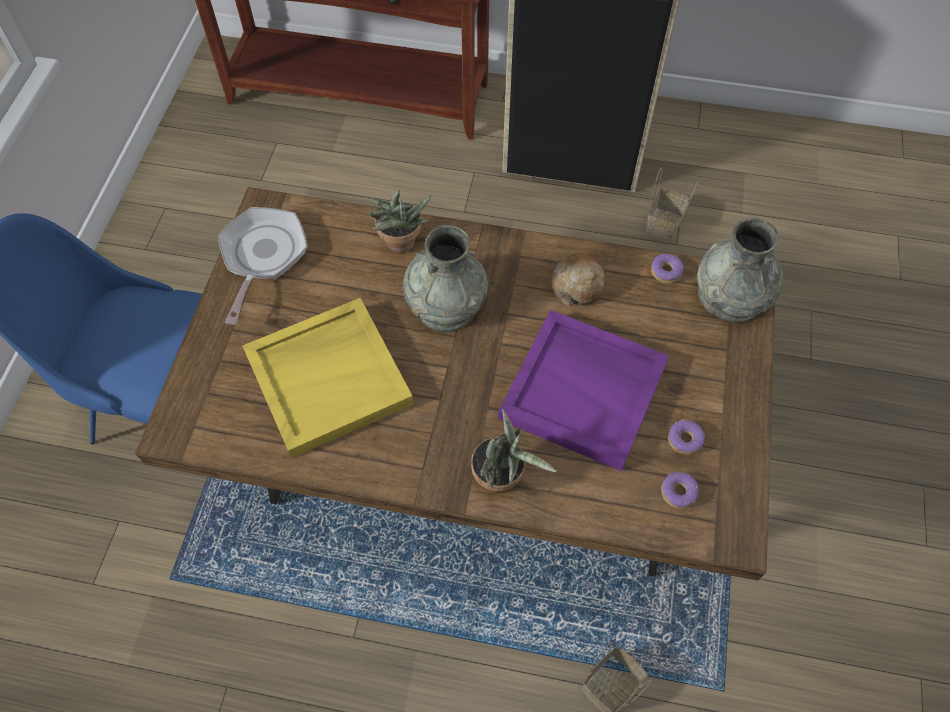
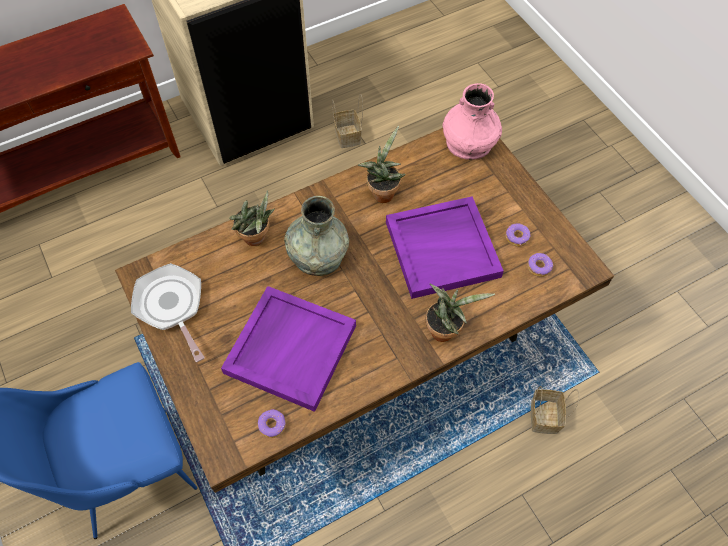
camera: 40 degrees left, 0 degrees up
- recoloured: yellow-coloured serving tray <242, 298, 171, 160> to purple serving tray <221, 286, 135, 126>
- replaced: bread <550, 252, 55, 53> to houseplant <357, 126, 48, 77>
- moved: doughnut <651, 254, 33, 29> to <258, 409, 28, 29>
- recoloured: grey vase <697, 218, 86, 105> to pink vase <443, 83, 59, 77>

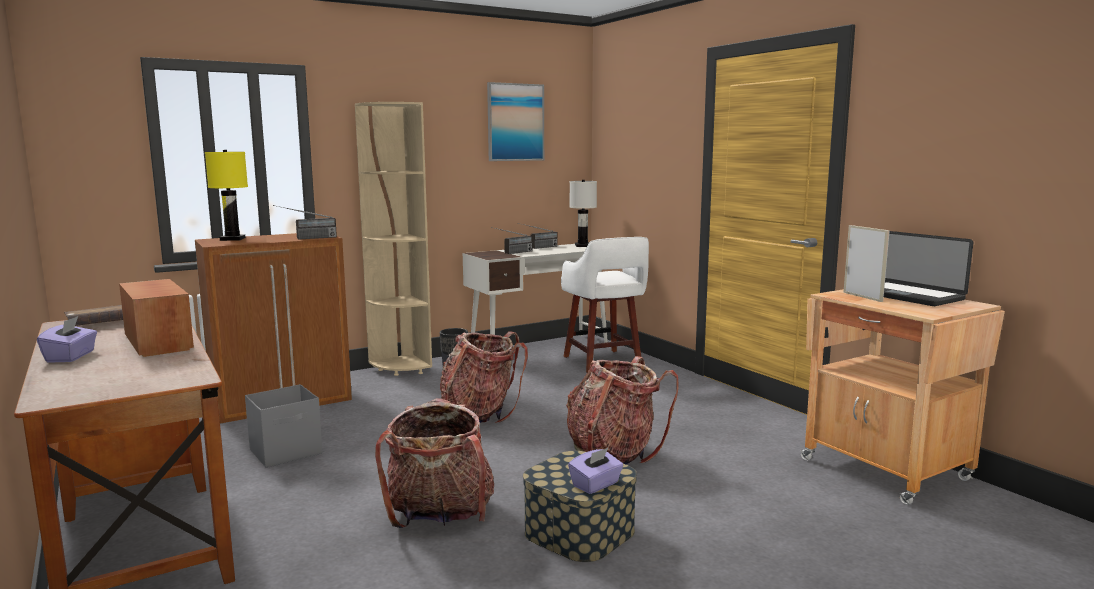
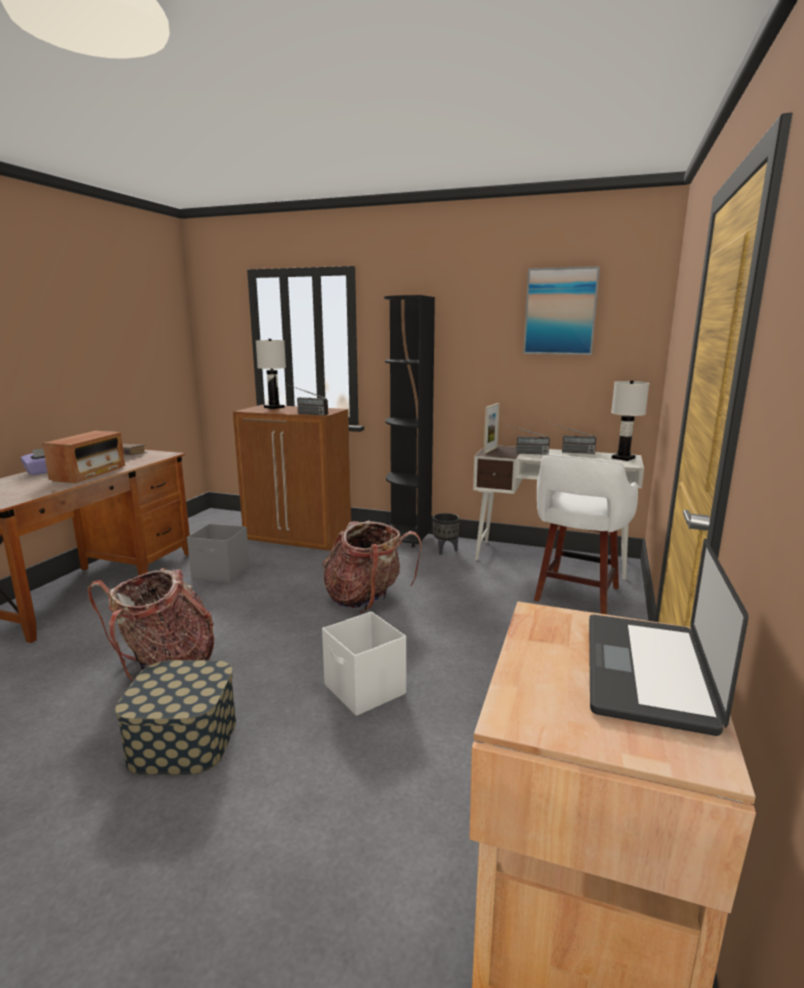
camera: 50 degrees right, 5 degrees up
- recoloured: yellow-coloured tabletop lamp <205, 150, 43, 91> to white tabletop lamp <256, 339, 30, 70>
- recoloured: beige bookcase <355, 102, 77, 274> to black-coloured bookcase <384, 295, 51, 252>
- replaced: rucksack <566, 356, 113, 108> to white storage bin <322, 612, 84, 104>
- removed: purple tissue box <568, 448, 56, 46>
- moved: standing frame <843, 225, 47, 77> to <484, 403, 16, 51>

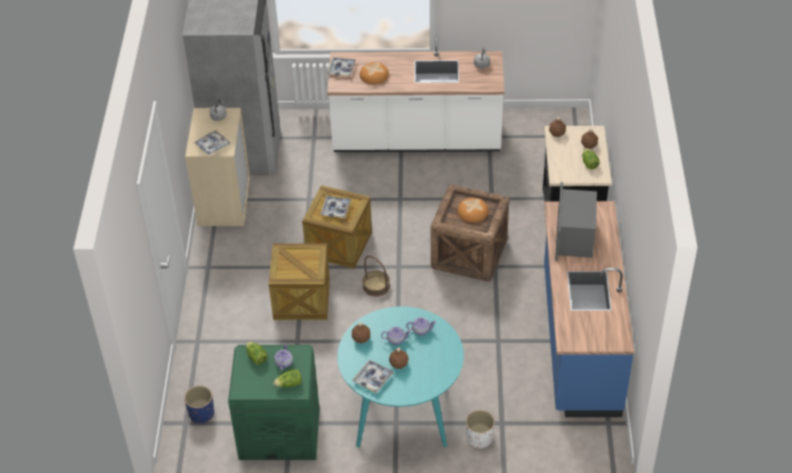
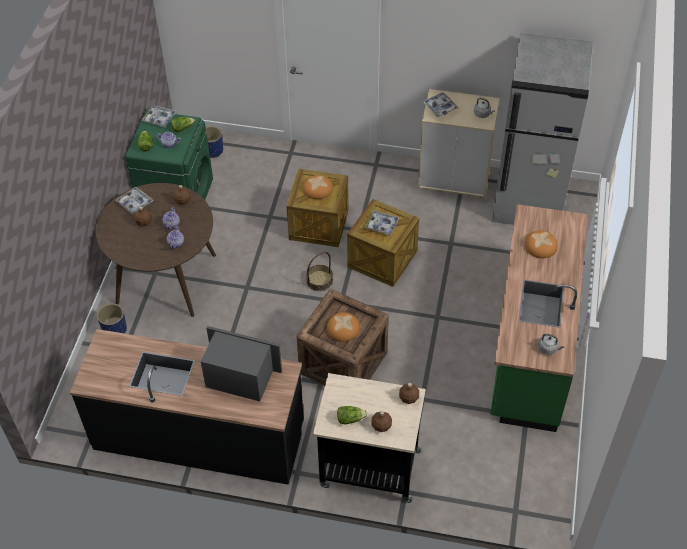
camera: 100 degrees right, 5 degrees up
- recoloured: white counter <327, 36, 177, 116> to green-coloured counter <490, 204, 98, 228>
- moved: serving tray <327, 57, 29, 19> to <141, 105, 36, 22>
- recoloured: turquoise-coloured dinner table <337, 306, 127, 141> to brown-coloured dinner table <96, 183, 120, 134>
- recoloured: white planter <466, 410, 29, 38> to blue planter <97, 304, 30, 30>
- recoloured: blue counter <544, 201, 90, 216> to black-coloured counter <70, 329, 234, 156>
- added: bread <303, 175, 30, 24>

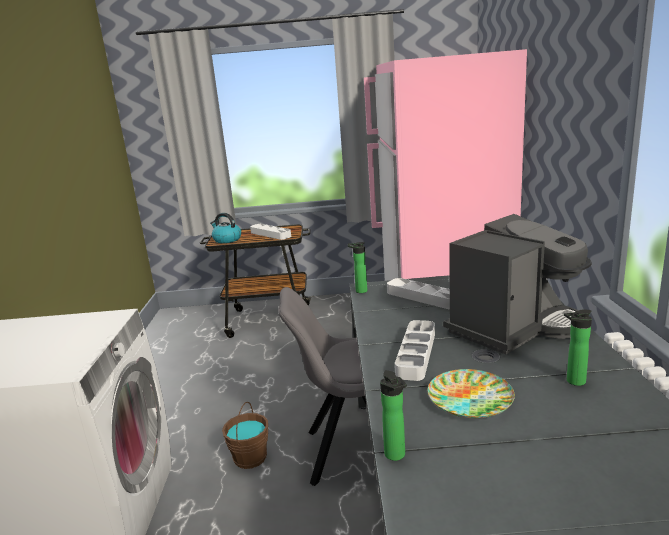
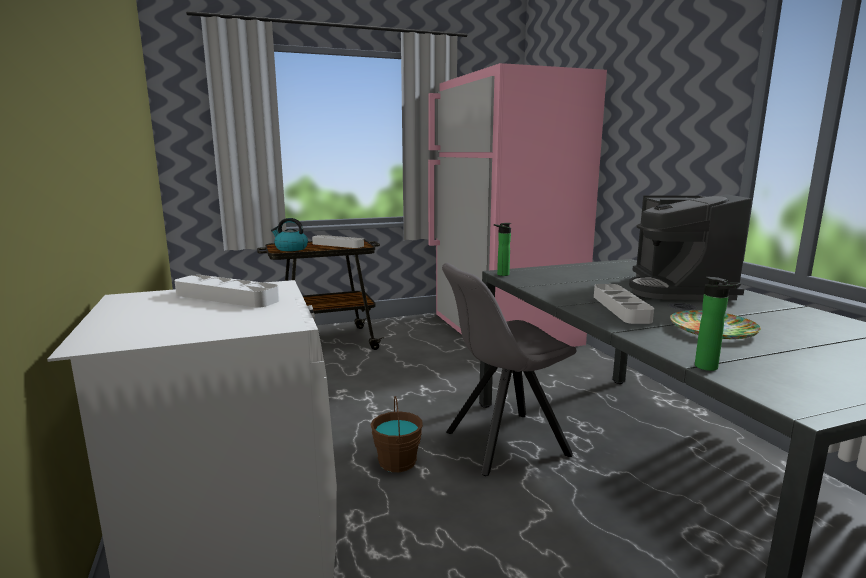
camera: 20 degrees left, 5 degrees down
- moved: grey serving tray <387, 278, 63, 31> to <174, 275, 105, 33>
- turned: coffee brewer <443, 214, 149, 141> = <629, 194, 123, 106> 150 degrees clockwise
- removed: drink bottle <564, 309, 28, 77>

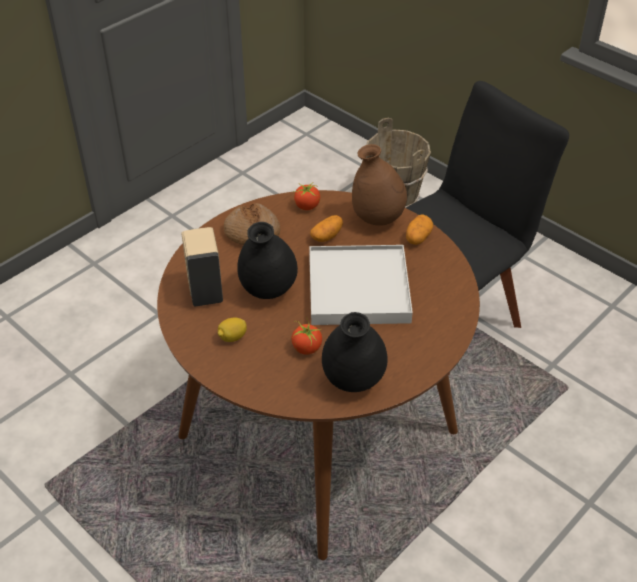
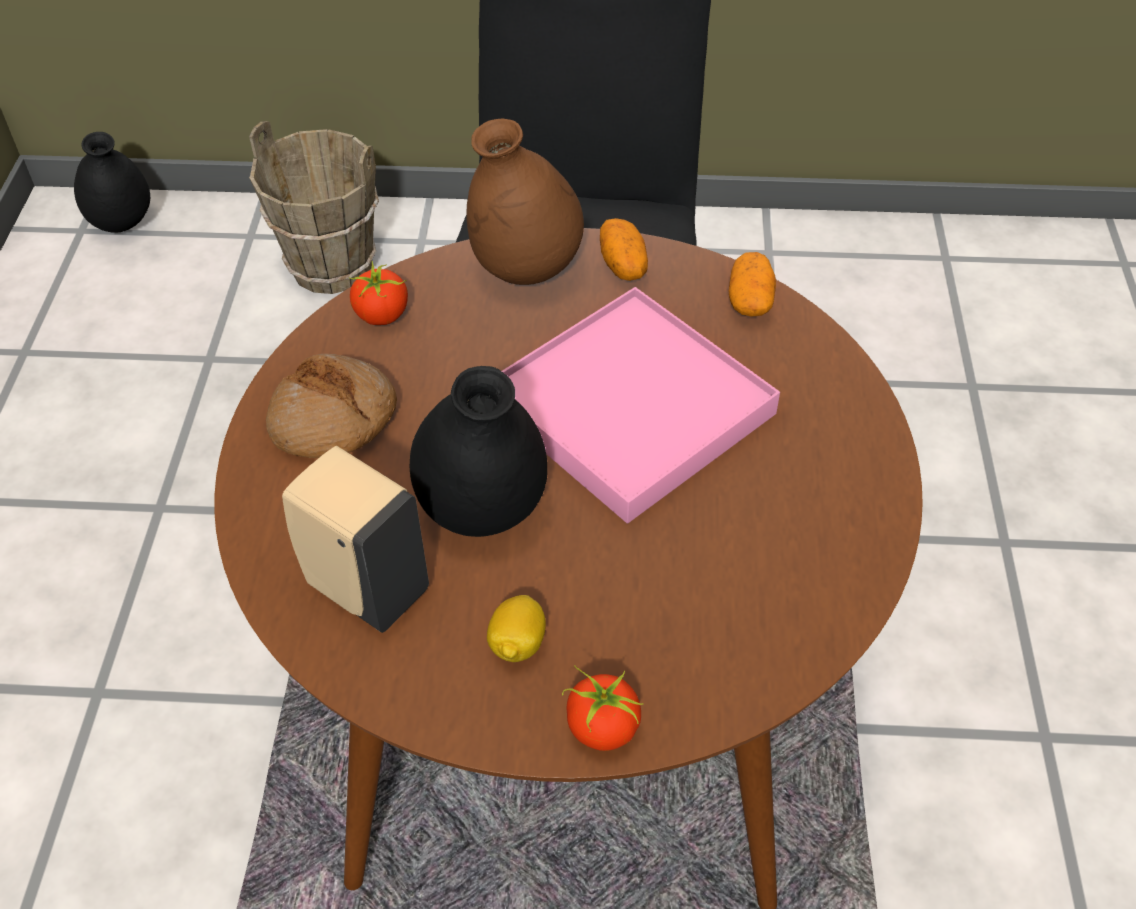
camera: 40 degrees left, 5 degrees up
- moved: fresh tomato <292, 316, 30, 39> to <562, 665, 81, 86>
- recoloured: white serving tray <309, 245, 104, 80> to pink serving tray <502, 287, 278, 237>
- moved: spud <310, 215, 33, 27> to <729, 252, 47, 65>
- moved: black-coloured vase <322, 312, 66, 80> to <74, 132, 76, 101>

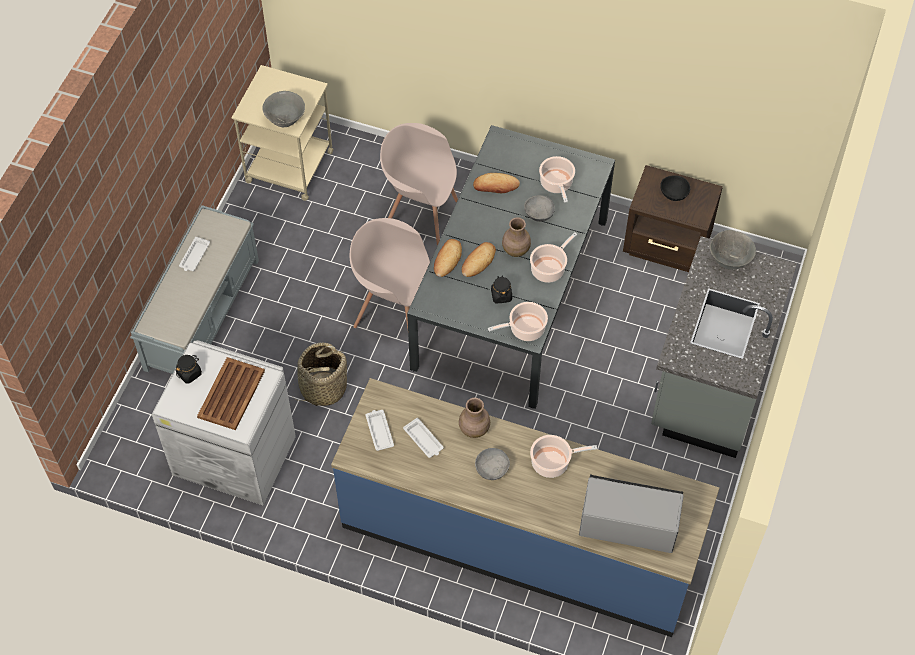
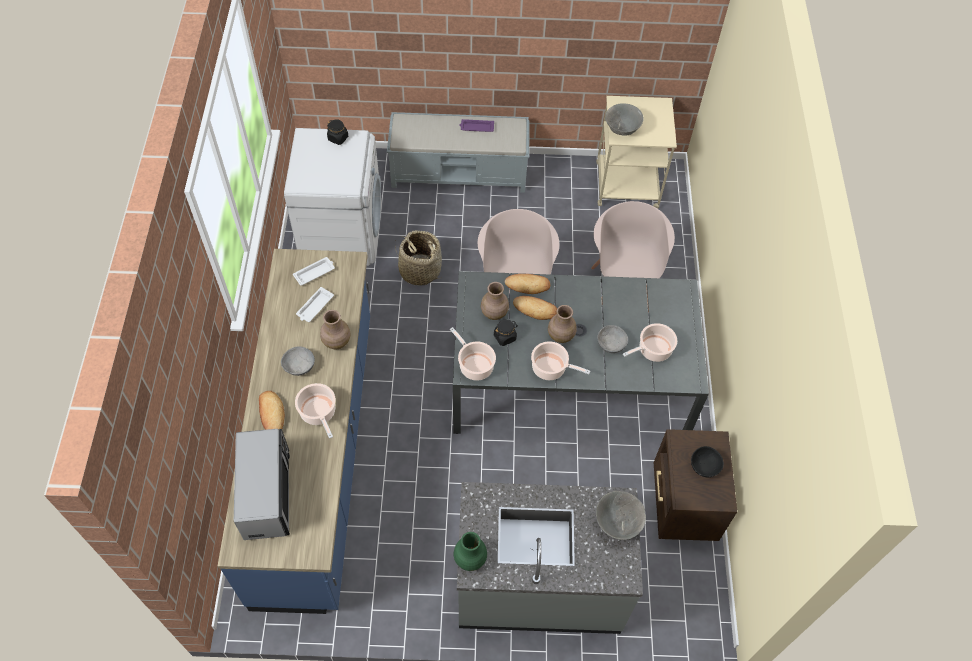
camera: 70 degrees right, 0 degrees up
- recoloured: white serving tray <179, 237, 31, 34> to purple serving tray <459, 119, 35, 13>
- removed: brown-coloured serving tray <197, 357, 68, 73>
- moved: bread <473, 173, 47, 20> to <259, 391, 26, 39>
- added: green-coloured vase <454, 532, 33, 39>
- added: brown-coloured vase <481, 282, 28, 38>

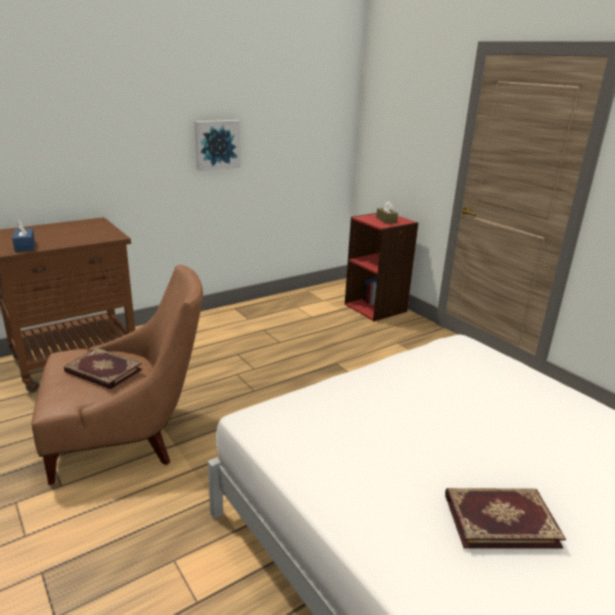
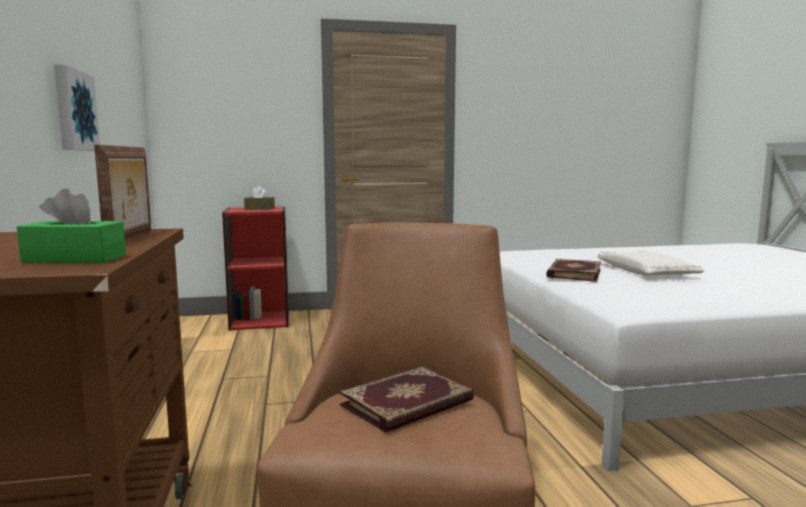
camera: 65 degrees left, 15 degrees down
- recoloured: blue tissue box <12, 220, 23, 32> to green-coloured tissue box <17, 188, 109, 75>
- moved: book <445, 488, 121, 61> to <546, 259, 55, 23>
- added: standing frame <94, 145, 57, 95>
- added: white pillow <597, 251, 107, 24>

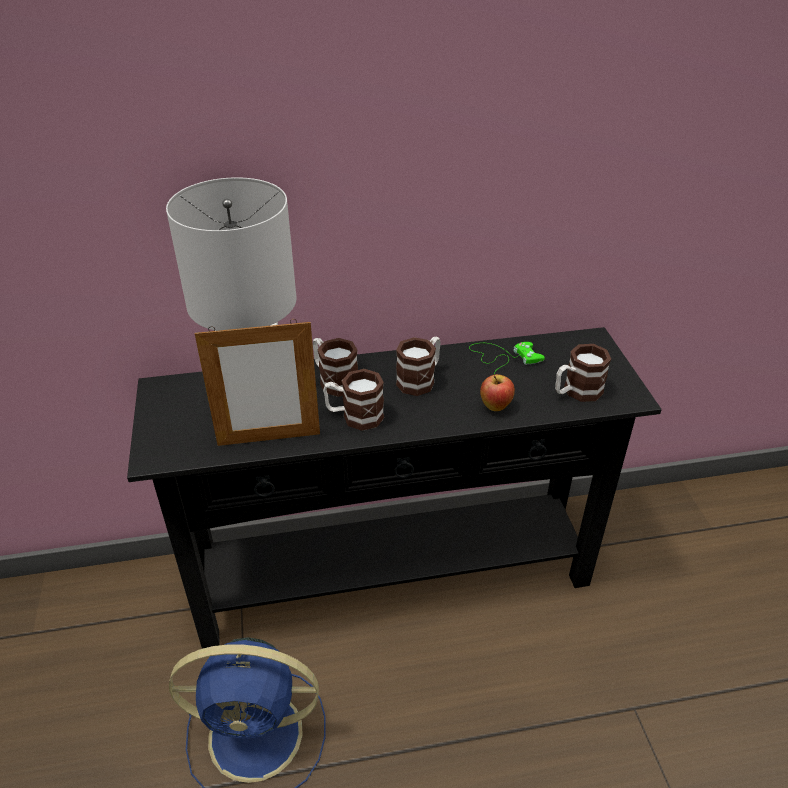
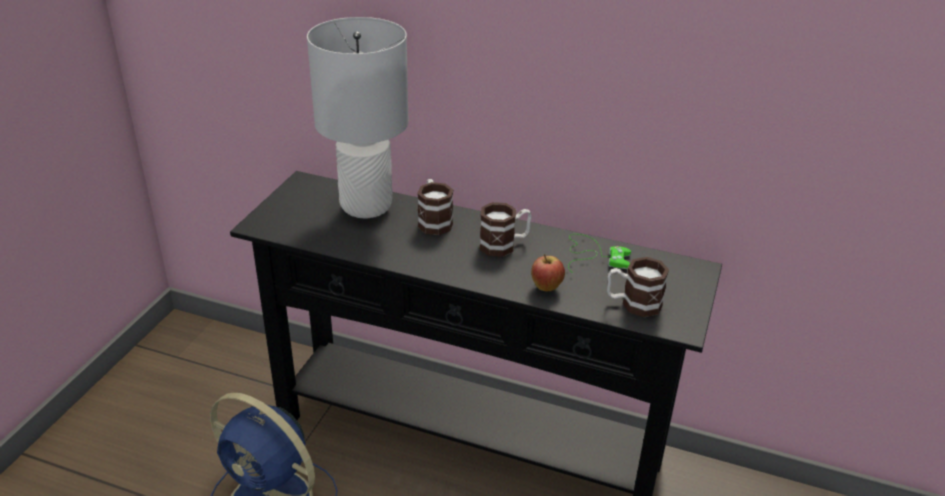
camera: 30 degrees right, 5 degrees down
- removed: standing frame <195, 319, 125, 127>
- removed: tea mug <323, 369, 61, 62>

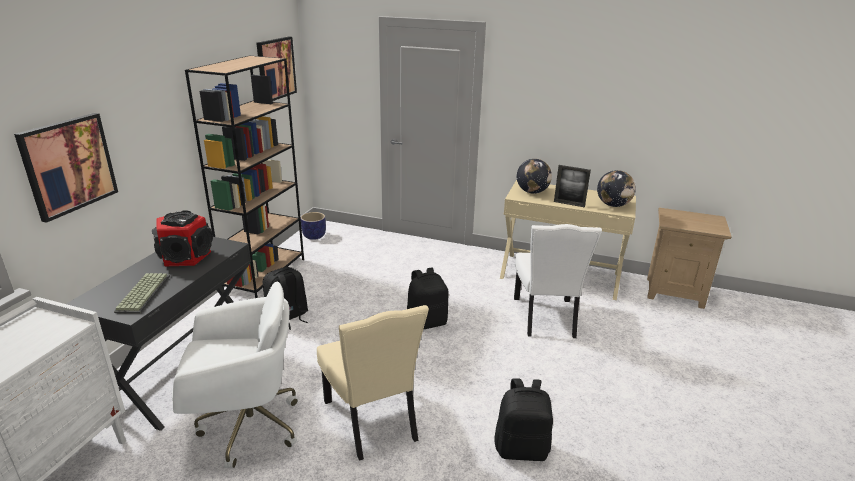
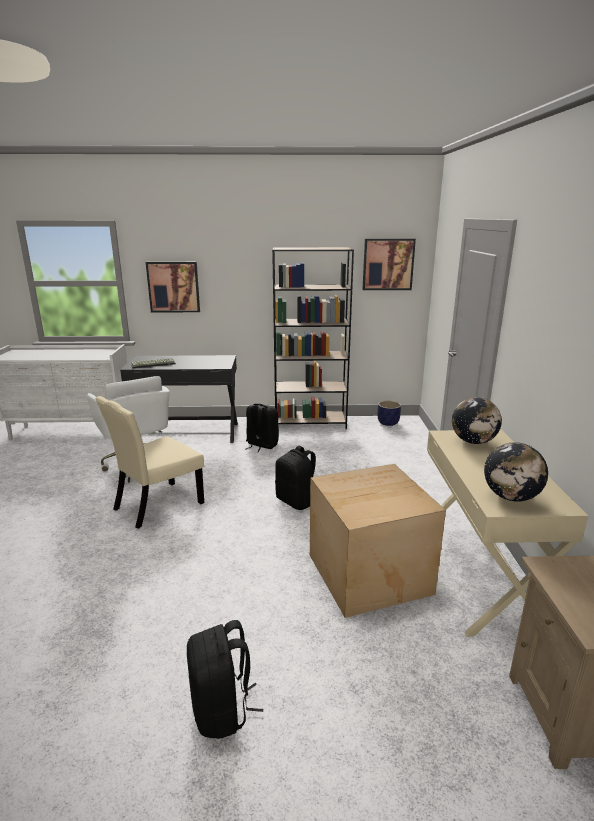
camera: 70 degrees right, 5 degrees down
- removed: audio speaker <152, 210, 61, 56>
- moved: black-coloured rucksack <494, 378, 59, 83> to <187, 620, 76, 119>
- replaced: white upright chair <514, 224, 88, 114> to carton <310, 464, 136, 154>
- removed: standing frame <554, 165, 37, 42>

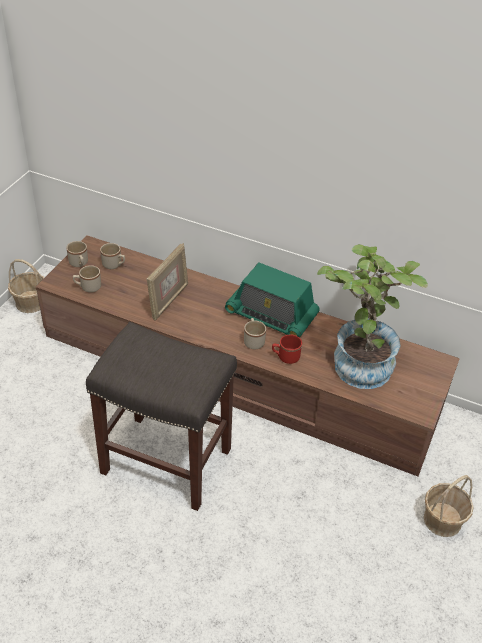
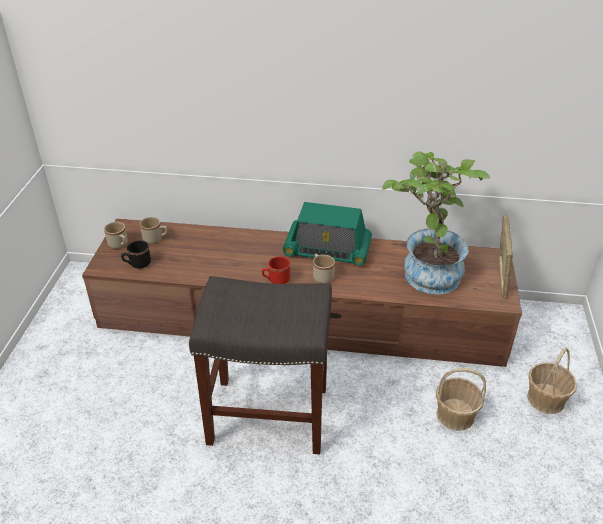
camera: 15 degrees left, 5 degrees down
- moved: household basket <8, 259, 36, 54> to <436, 368, 50, 63>
- recoloured: beige tea mug <73, 265, 28, 28> to black-coloured tea mug <121, 240, 30, 28>
- moved: standing frame <147, 243, 41, 78> to <499, 214, 14, 85>
- moved: red tea mug <272, 334, 30, 30> to <262, 256, 28, 28>

